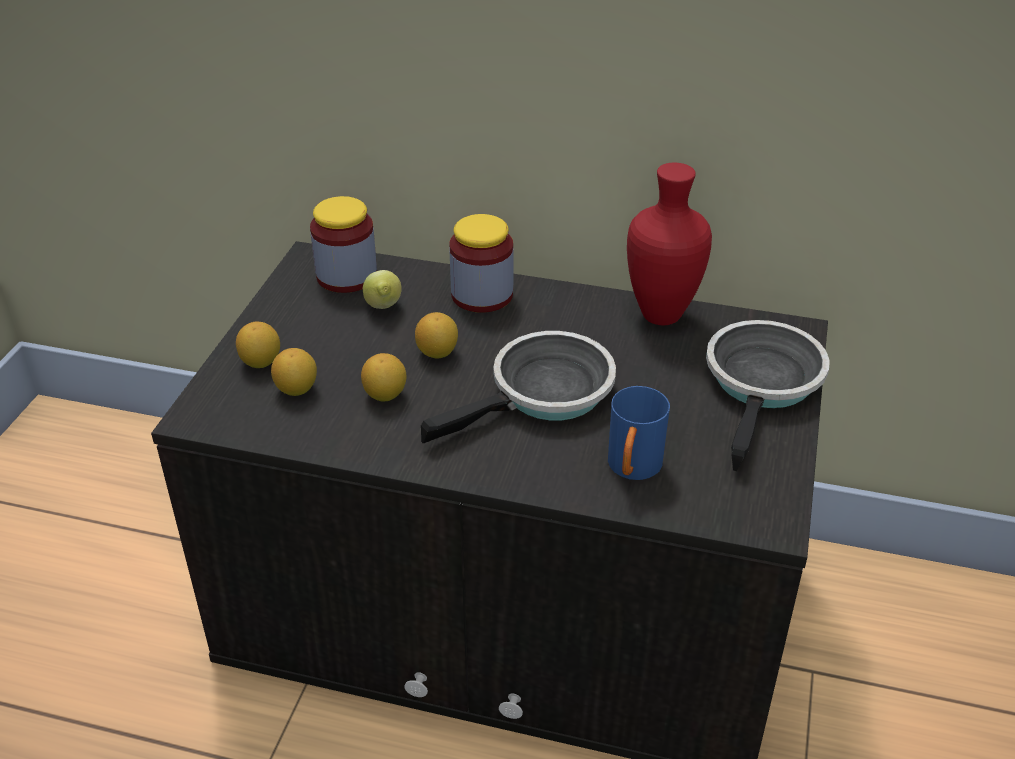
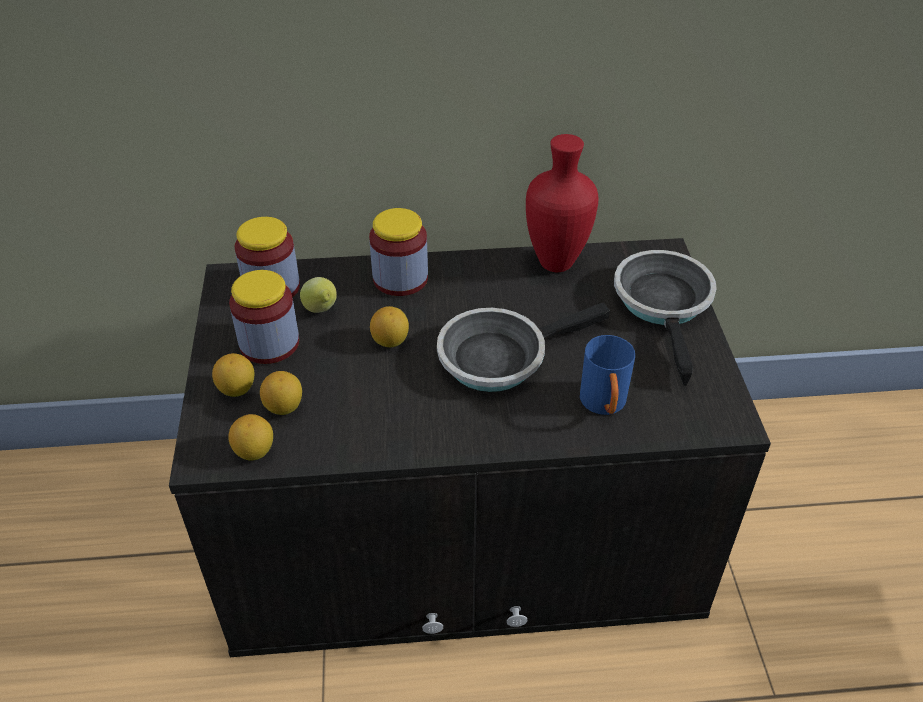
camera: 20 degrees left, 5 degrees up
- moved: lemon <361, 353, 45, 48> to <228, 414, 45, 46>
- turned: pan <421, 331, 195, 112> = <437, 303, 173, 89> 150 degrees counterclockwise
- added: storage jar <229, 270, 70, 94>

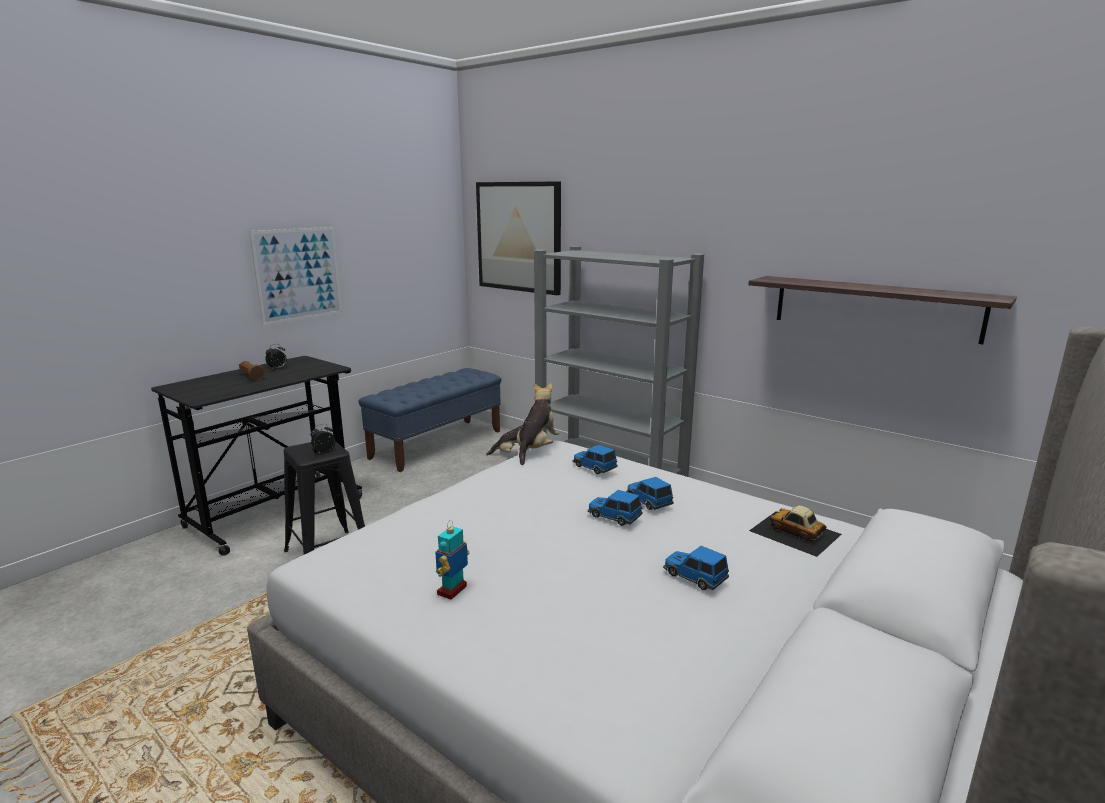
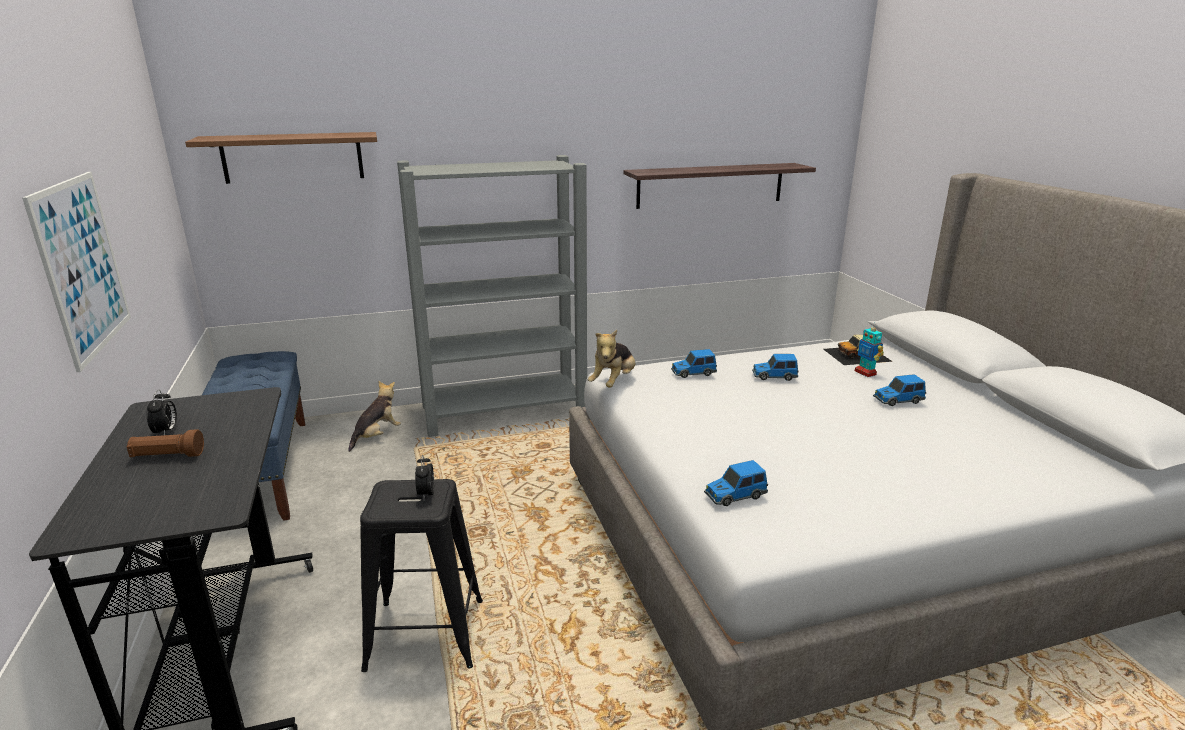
camera: 55 degrees left, 5 degrees up
- moved: robot figure <435, 520, 34, 80> to <855, 323, 29, 54>
- replaced: wall art <476, 181, 85, 114> to brown-coloured bracket shelf <185, 132, 192, 52>
- turned: cuddly toy <517, 383, 43, 82> = <588, 330, 47, 58> 120 degrees counterclockwise
- moved: miniature car <587, 490, 56, 36> to <704, 460, 64, 46>

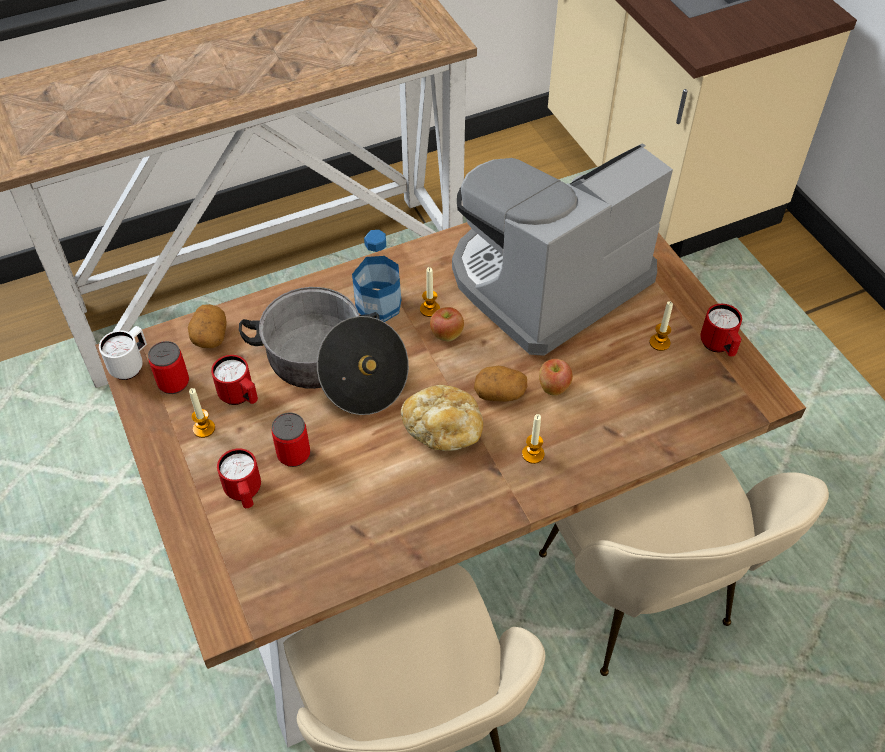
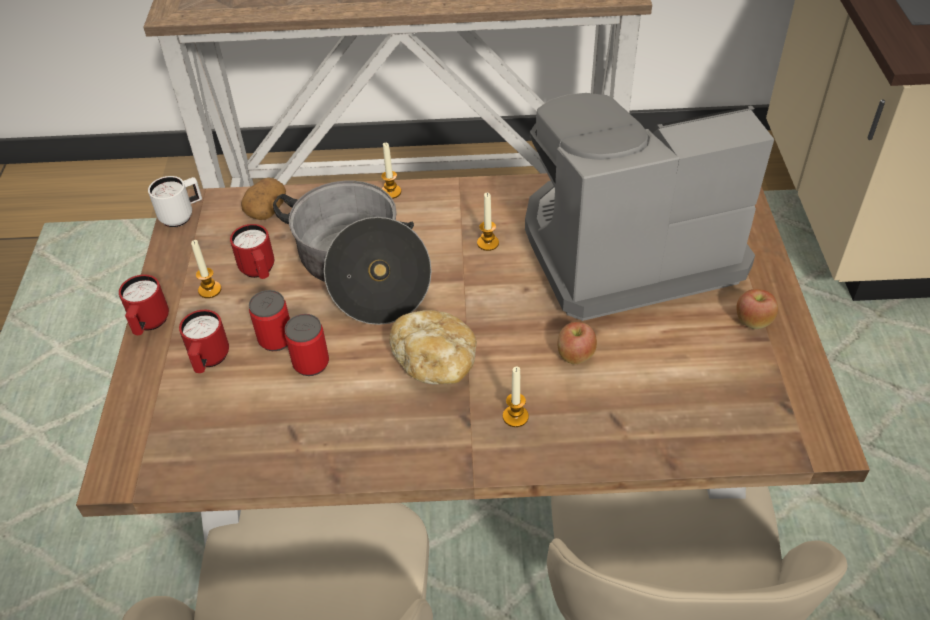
camera: 25 degrees right, 5 degrees down
- moved: metal can <148, 341, 41, 53> to <285, 314, 44, 62>
- removed: drink bottle <352, 230, 49, 92>
- moved: whole apple <430, 307, 34, 34> to <736, 289, 42, 40>
- removed: spud <474, 366, 54, 36>
- moved: wax light <650, 301, 23, 50> to <381, 142, 20, 57>
- moved: red tea mug <700, 304, 42, 53> to <119, 275, 50, 60>

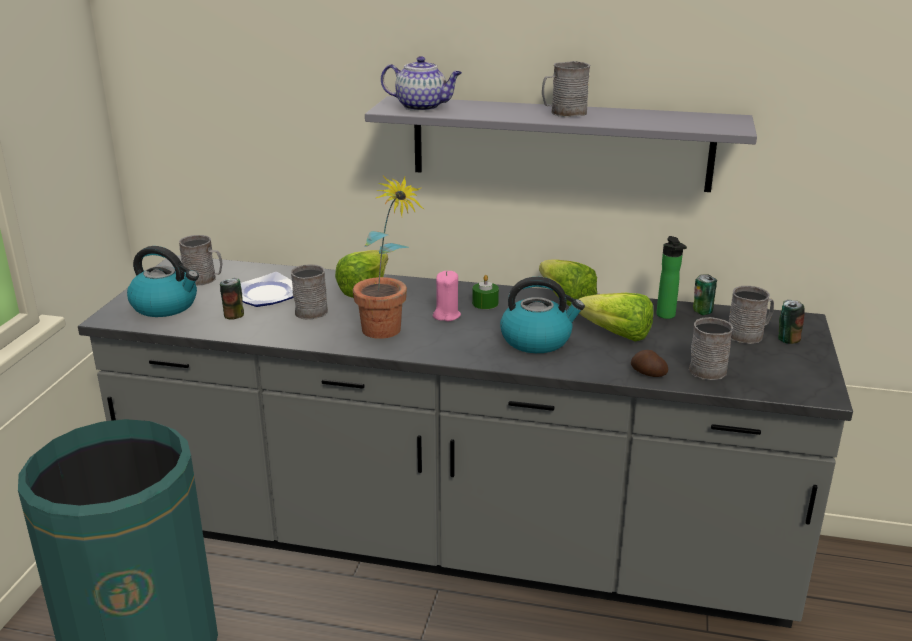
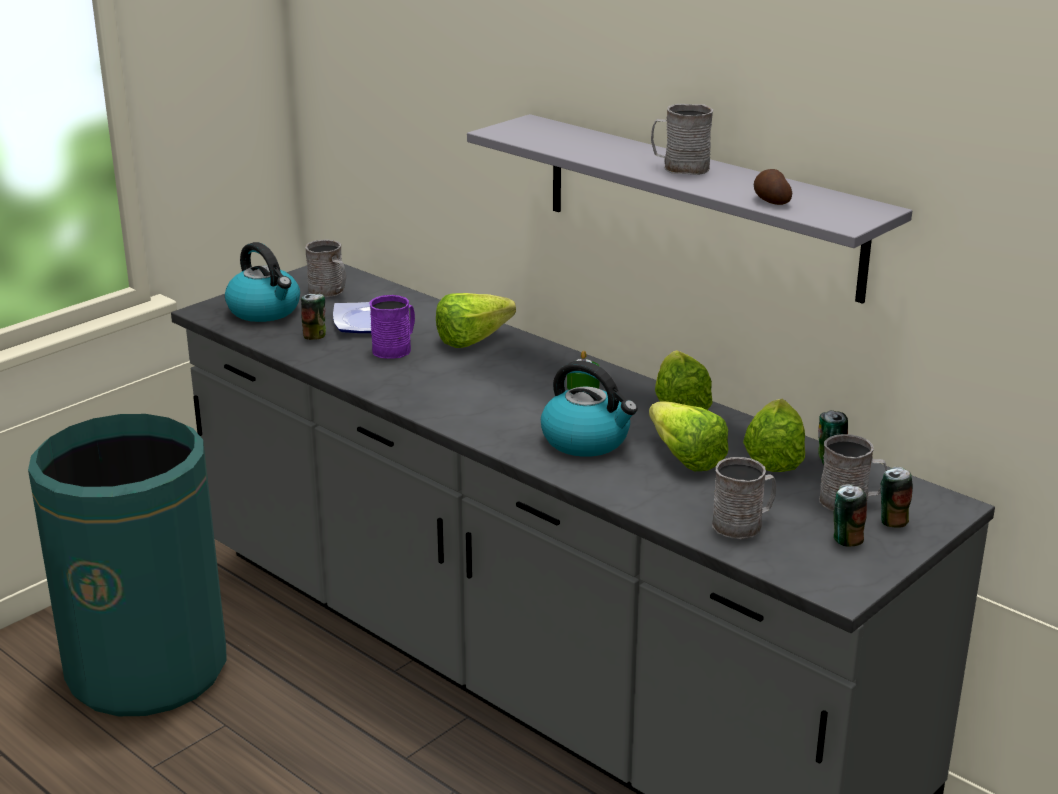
camera: 30 degrees right, 0 degrees up
- recoloured: grey tea mug <291, 265, 37, 55> to purple tea mug <370, 295, 45, 64>
- removed: houseplant <353, 175, 71, 164>
- removed: teapot <381, 56, 81, 55>
- removed: pink wax light <433, 271, 28, 50>
- moved: spud <631, 350, 37, 27> to <754, 169, 38, 36>
- replaced: drink bottle <656, 236, 31, 83> to lettuce <743, 399, 62, 73>
- added: metal can <834, 484, 33, 63>

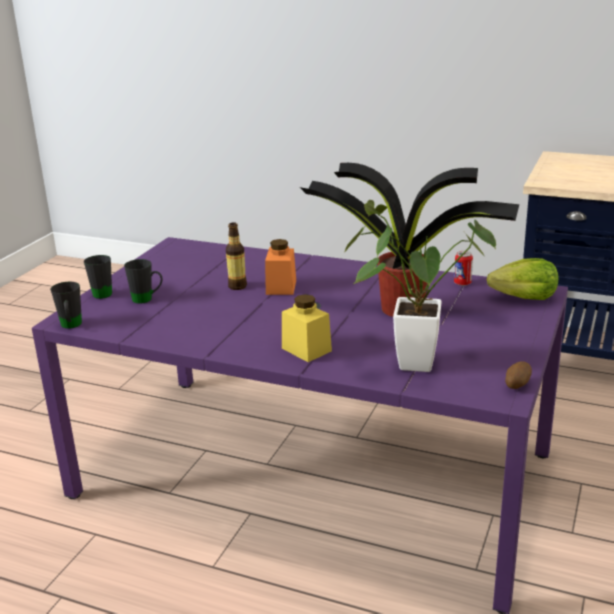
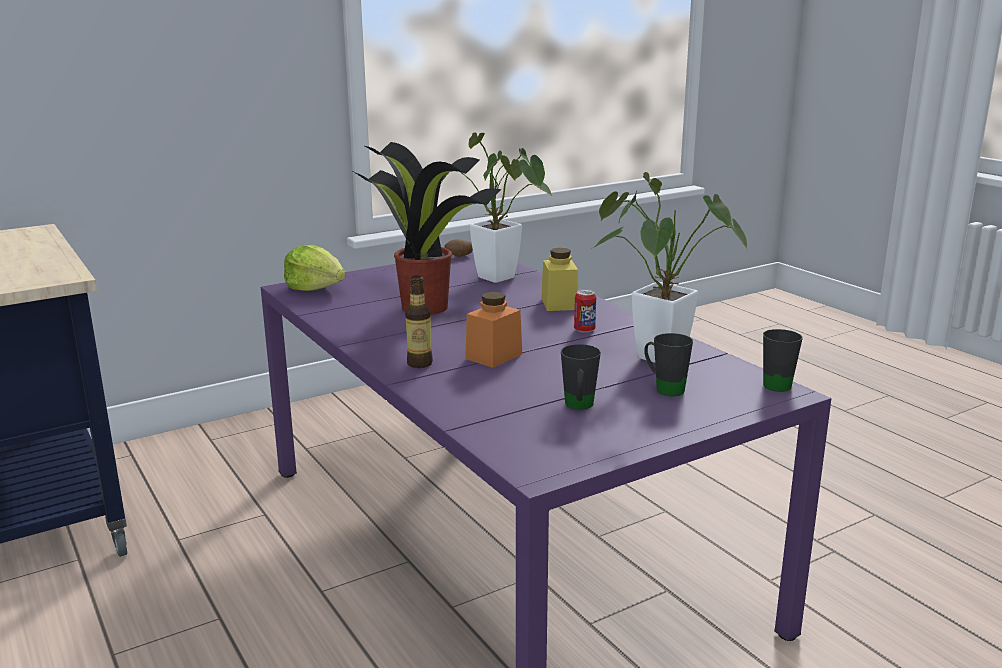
camera: 145 degrees left, 5 degrees down
- moved: black-coloured tea mug <84, 255, 28, 44> to <561, 344, 40, 66>
- moved: drink bottle <226, 222, 21, 68> to <405, 275, 28, 93>
- moved: metal can <454, 251, 19, 35> to <574, 289, 22, 44>
- added: houseplant <591, 172, 157, 191>

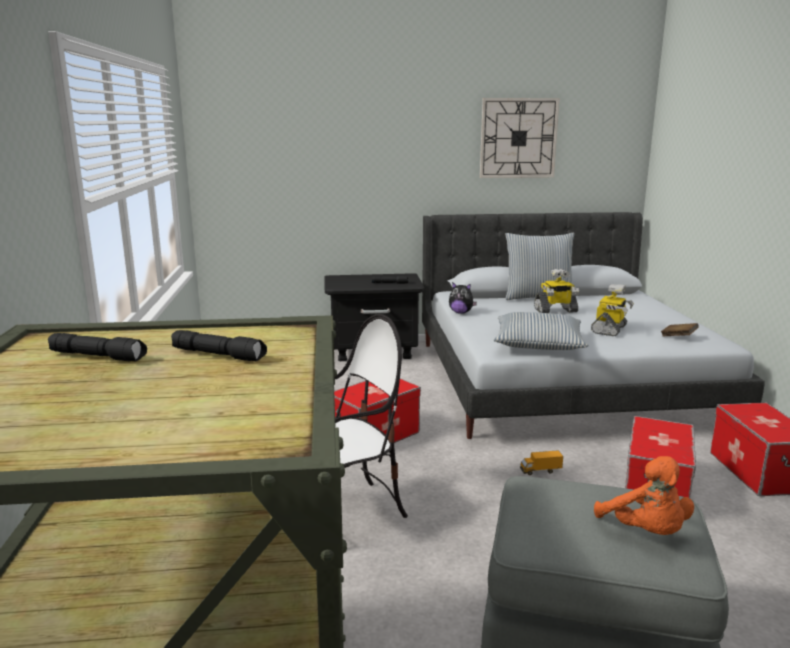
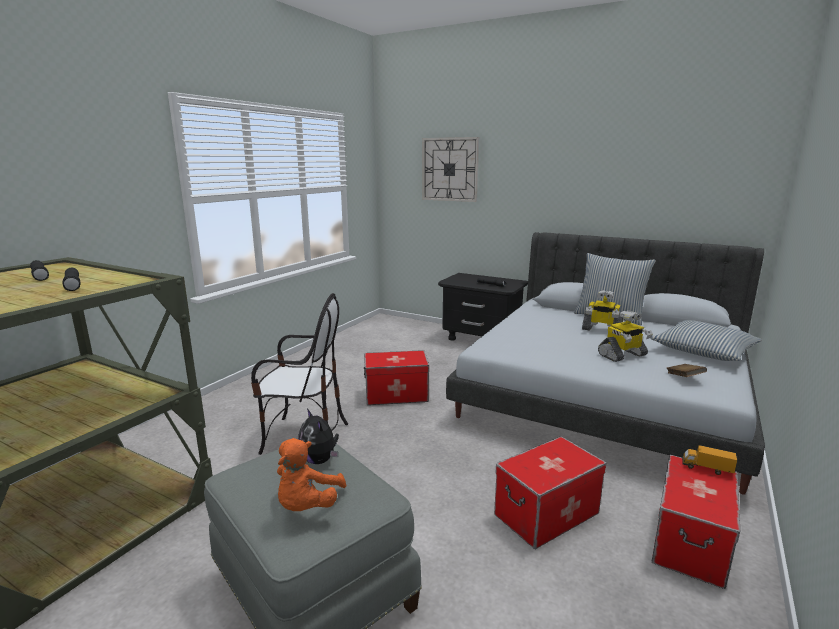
camera: 35 degrees right, 0 degrees up
- moved: cuddly toy <449, 282, 28, 32> to <298, 408, 41, 56>
- moved: clock on the wall <480, 98, 80, 80> to <422, 137, 57, 65>
- moved: pillow <494, 312, 95, 38> to <651, 320, 111, 41>
- moved: model truck <520, 450, 43, 25> to <682, 445, 55, 30>

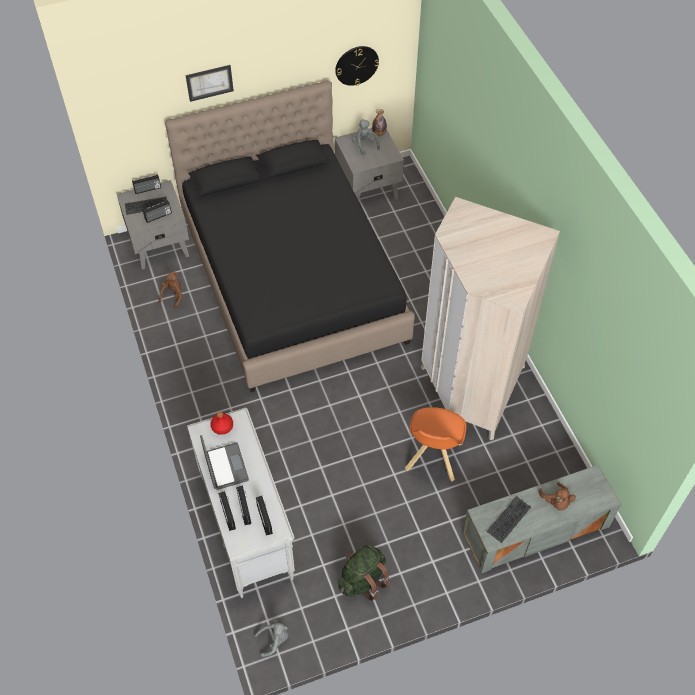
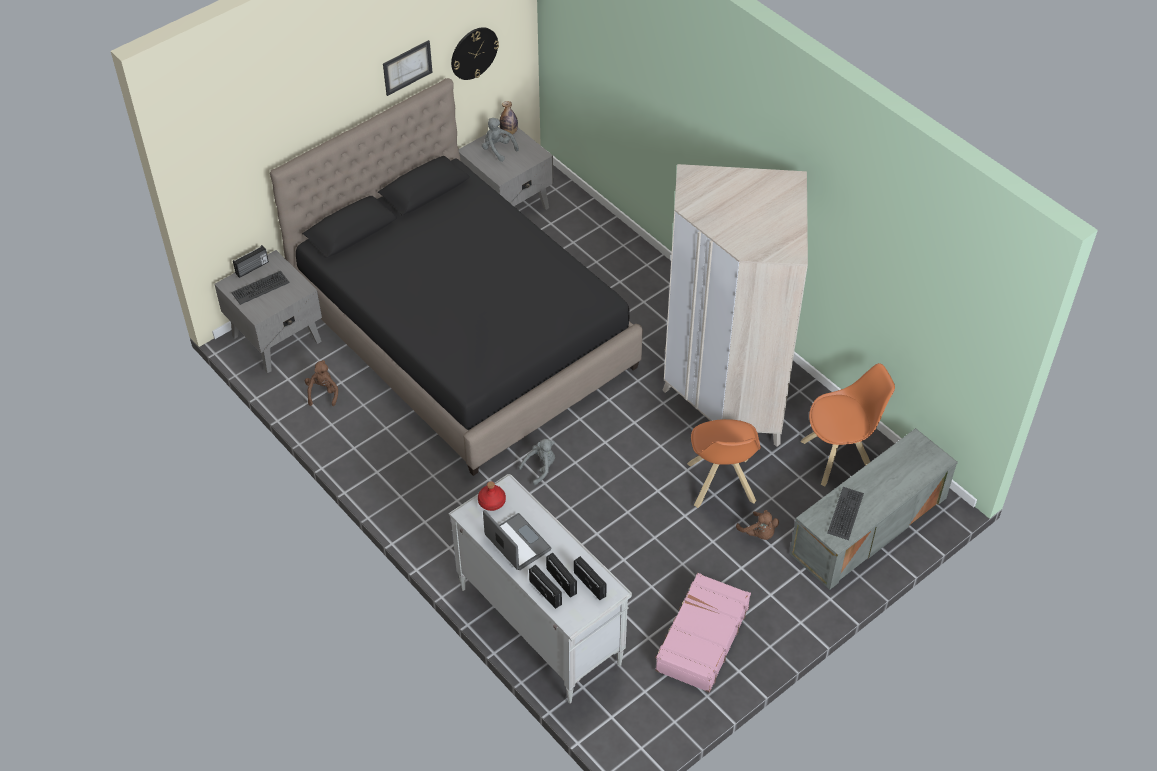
camera: 20 degrees left, 5 degrees down
- removed: radio receiver <143, 200, 29, 23>
- moved: wall art <185, 65, 49, 37> to <383, 40, 50, 56>
- moved: grey cuddly toy <255, 619, 34, 38> to <518, 439, 37, 46>
- replaced: green-coloured rucksack <338, 545, 52, 56> to pink piece of luggage <655, 573, 96, 119>
- moved: brown-coloured cuddly toy <538, 482, 38, 29> to <736, 510, 43, 30>
- added: orange upright chair <800, 363, 95, 123>

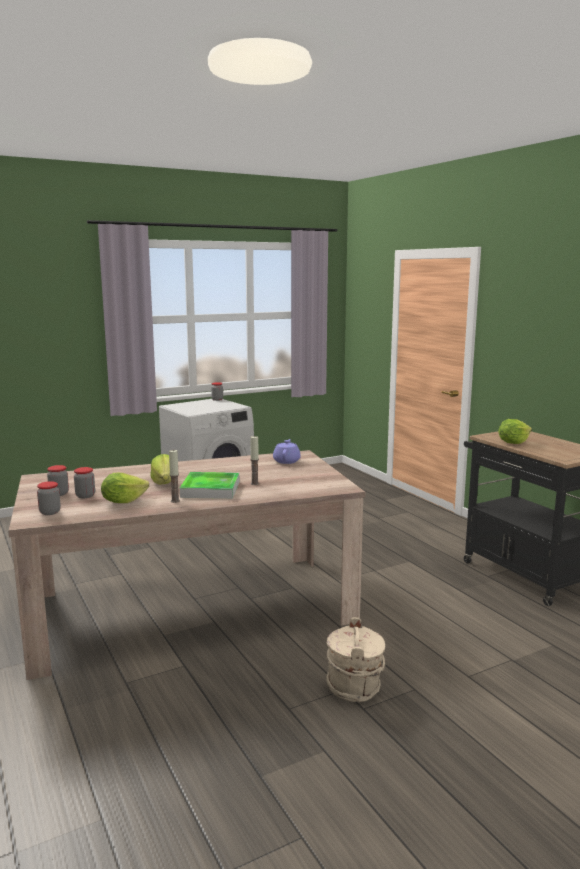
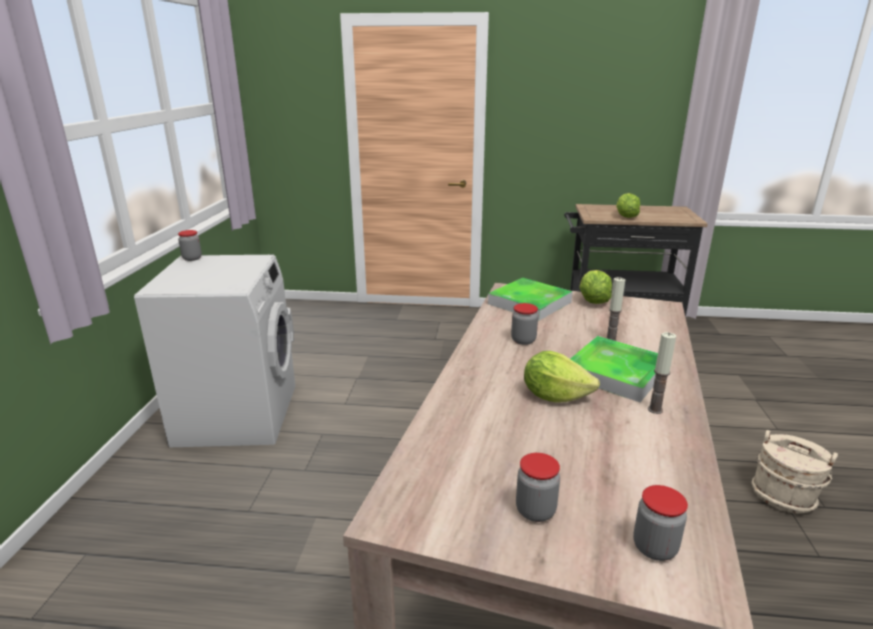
camera: 55 degrees left, 10 degrees up
- moved: storage jar <74, 467, 21, 31> to <511, 303, 27, 42>
- moved: lettuce <101, 473, 48, 30> to <579, 270, 33, 34>
- replaced: purple teapot <273, 439, 28, 25> to serving tray <488, 278, 85, 43>

